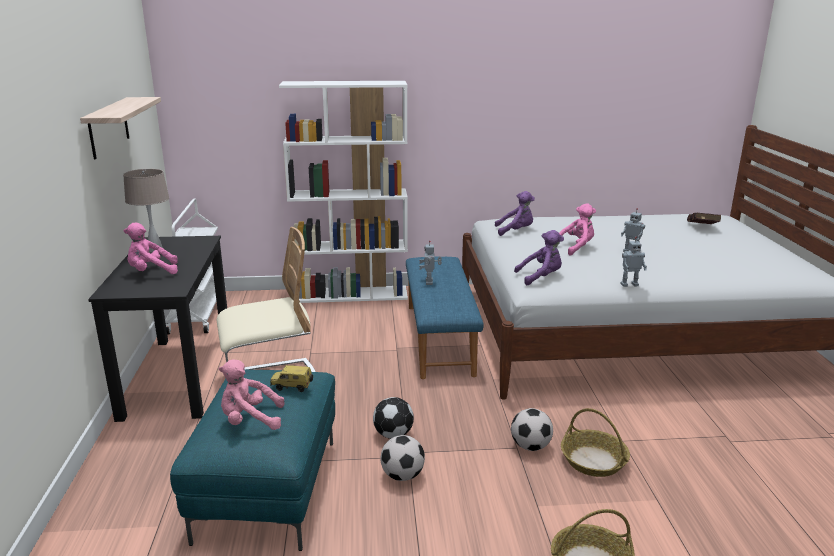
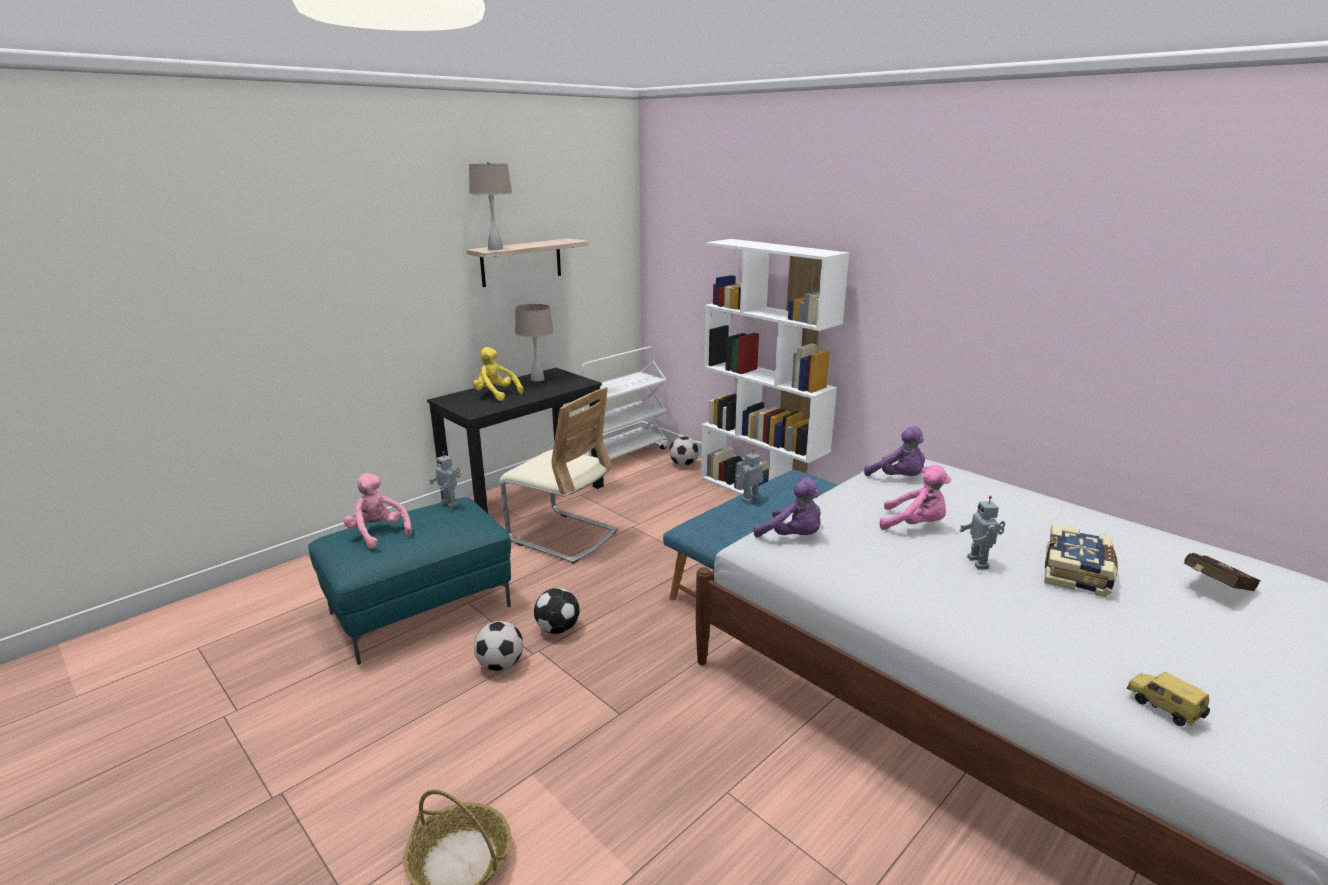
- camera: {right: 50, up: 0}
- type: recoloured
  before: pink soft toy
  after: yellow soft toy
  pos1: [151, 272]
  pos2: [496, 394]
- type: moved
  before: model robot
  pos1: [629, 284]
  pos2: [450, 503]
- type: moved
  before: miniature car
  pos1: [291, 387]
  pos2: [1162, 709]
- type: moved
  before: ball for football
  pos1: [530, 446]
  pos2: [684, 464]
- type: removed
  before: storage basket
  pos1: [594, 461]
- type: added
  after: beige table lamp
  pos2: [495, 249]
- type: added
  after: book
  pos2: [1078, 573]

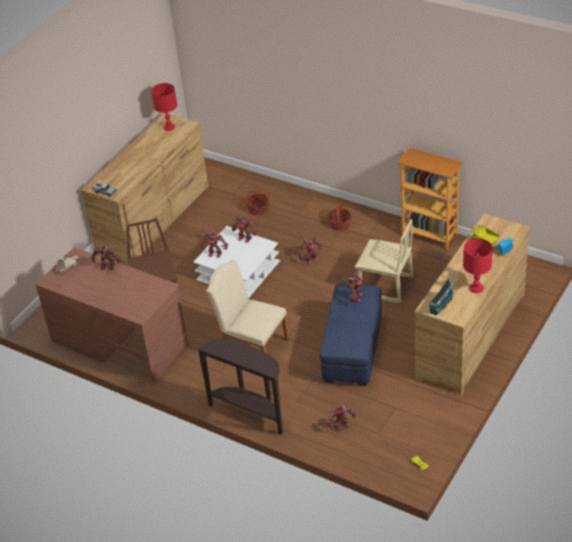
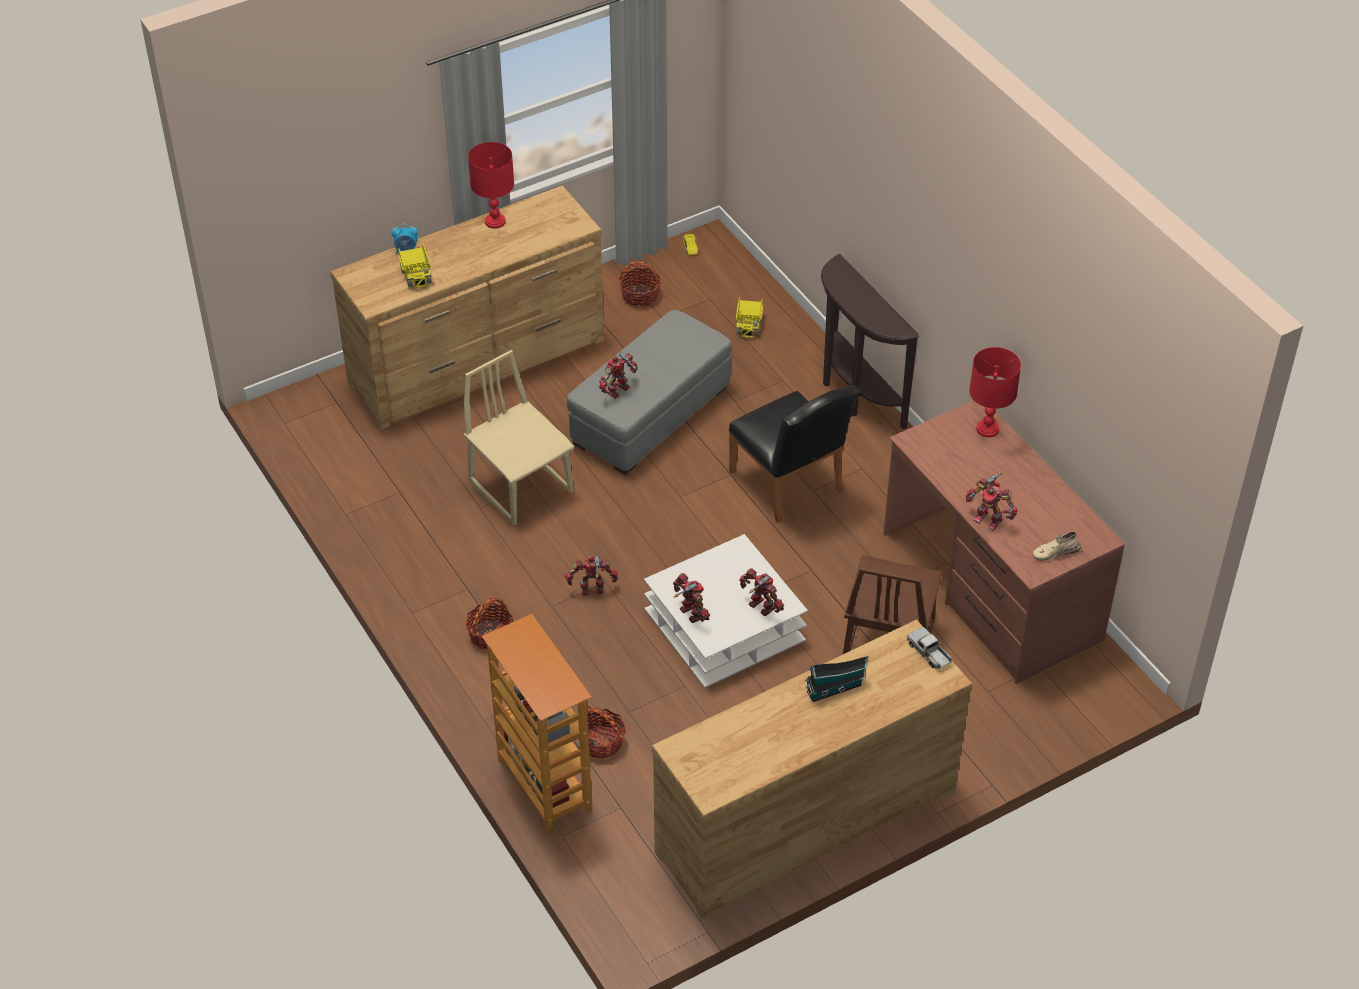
- camera: {right: -155, up: 5}
- type: moved
  before: reddish table lamp
  pos1: [169, 127]
  pos2: [988, 429]
- type: moved
  before: shelving unit
  pos1: [430, 235]
  pos2: [543, 786]
- type: recoloured
  before: beige upright chair
  after: blackish upright chair
  pos1: [251, 345]
  pos2: [790, 486]
- type: moved
  before: model house
  pos1: [440, 306]
  pos2: [836, 688]
- type: recoloured
  before: blue-coloured pouffe
  after: gray pouffe
  pos1: [352, 348]
  pos2: [651, 416]
- type: replaced
  before: model robot
  after: toy truck
  pos1: [341, 427]
  pos2: [749, 325]
- type: added
  after: storage basket
  pos2: [640, 295]

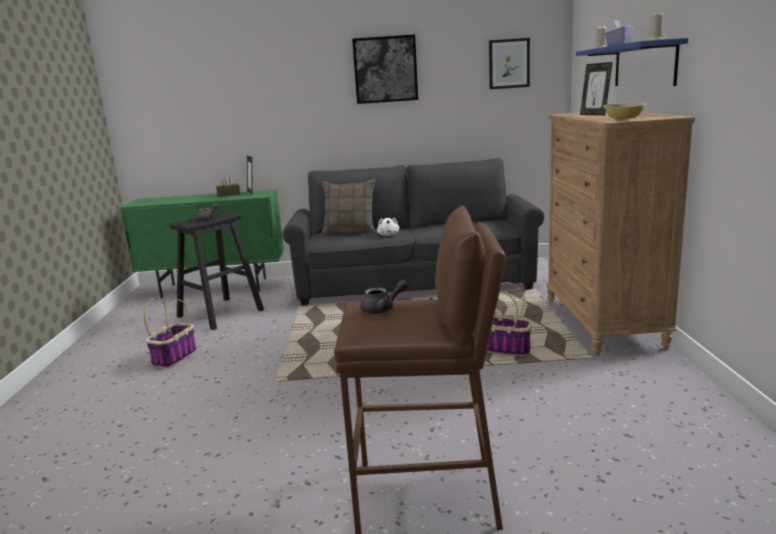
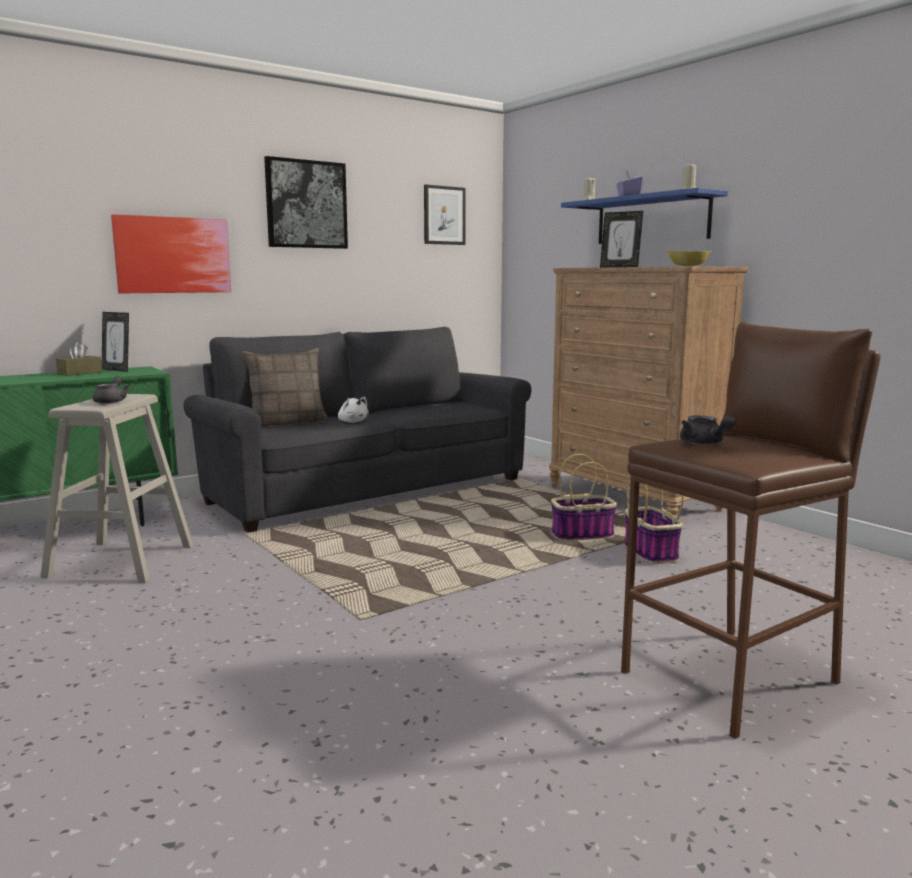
- camera: {right: -35, up: -5}
- type: recoloured
  before: blackish stool seat
  after: beige stool seat
  pos1: [220, 313]
  pos2: [121, 561]
- type: turned
  before: gray tea pot
  pos1: [383, 309]
  pos2: [704, 443]
  turn: 120
- type: moved
  before: storage basket
  pos1: [175, 357]
  pos2: [649, 552]
- type: added
  after: wall picture
  pos2: [173, 255]

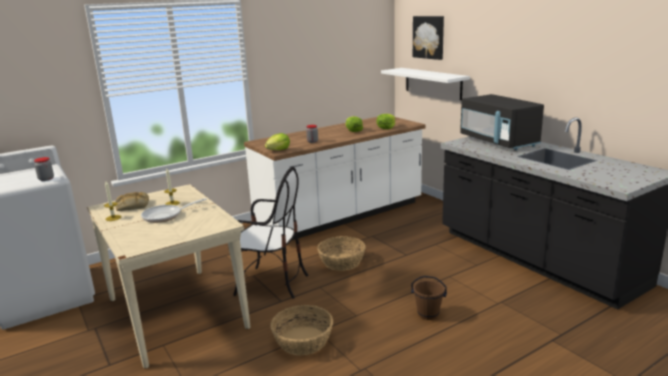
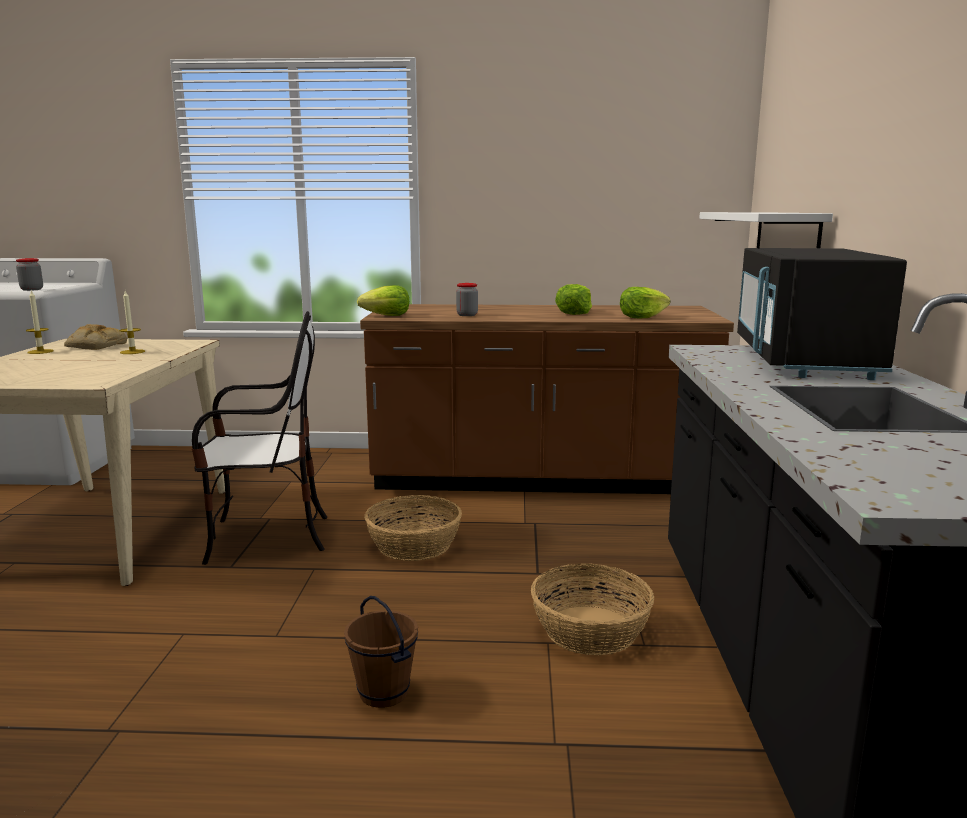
- camera: {right: 35, up: -5}
- type: removed
  before: wall picture
  pos1: [429, 37]
- type: recoloured
  before: white counter
  after: brownish counter
  pos1: [341, 216]
  pos2: [539, 479]
- type: turned
  before: upright chair
  pos1: [271, 284]
  pos2: [266, 538]
  turn: -60
- type: removed
  before: pan
  pos1: [166, 216]
- type: moved
  before: storage basket
  pos1: [303, 341]
  pos2: [590, 631]

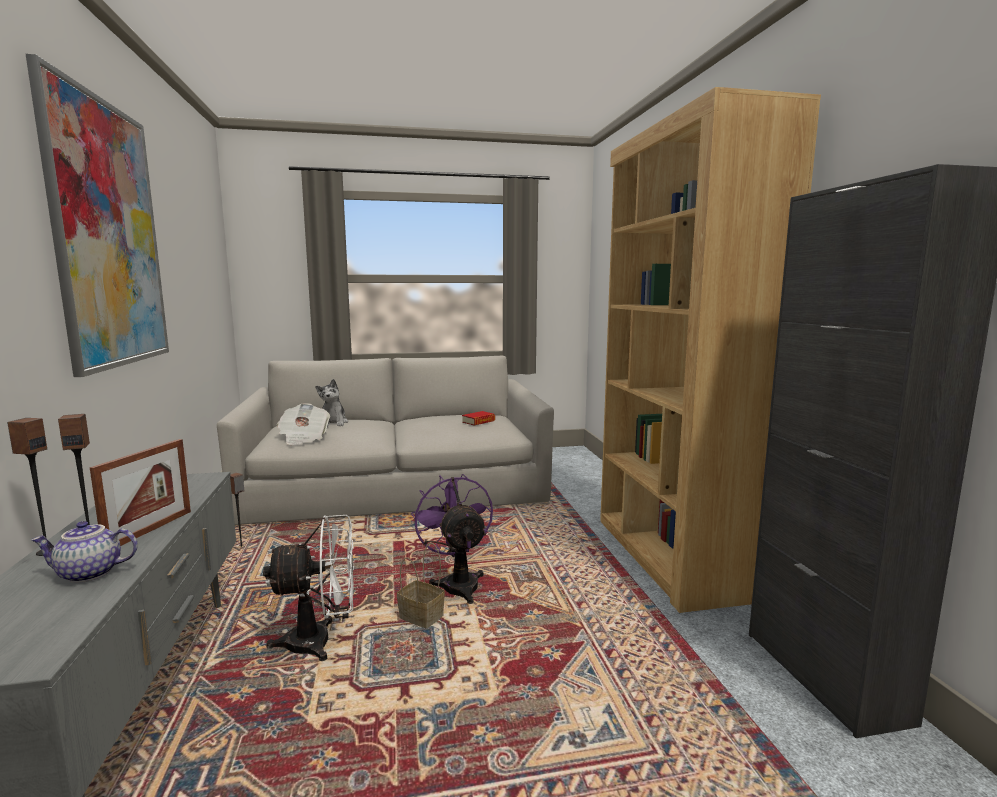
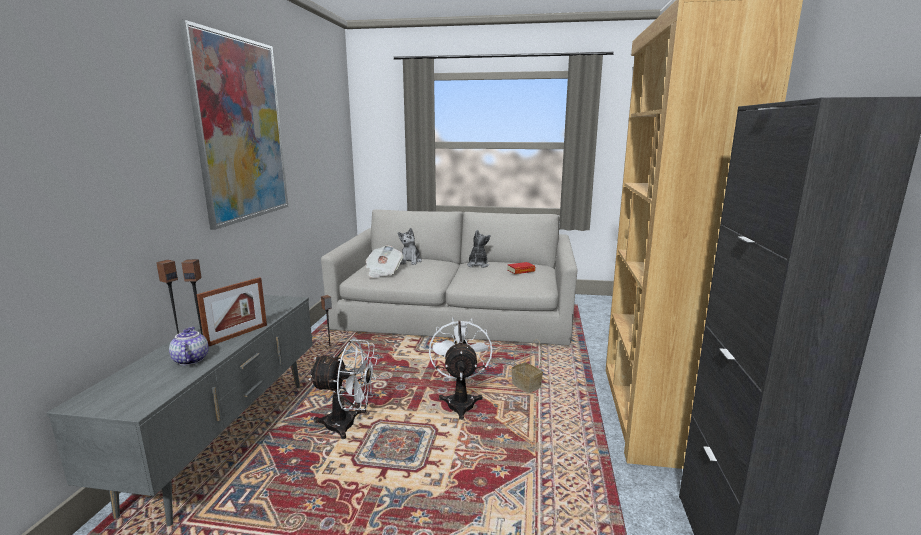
- camera: {right: 20, up: 5}
- type: recoloured
  before: purple-coloured cooling fan
  after: white cooling fan
  pos1: [458, 583]
  pos2: [460, 401]
- type: turned
  before: tea pot
  pos1: [88, 574]
  pos2: [190, 360]
  turn: 60
- type: moved
  before: storage basket
  pos1: [423, 617]
  pos2: [527, 386]
- type: added
  after: soft toy
  pos2: [478, 265]

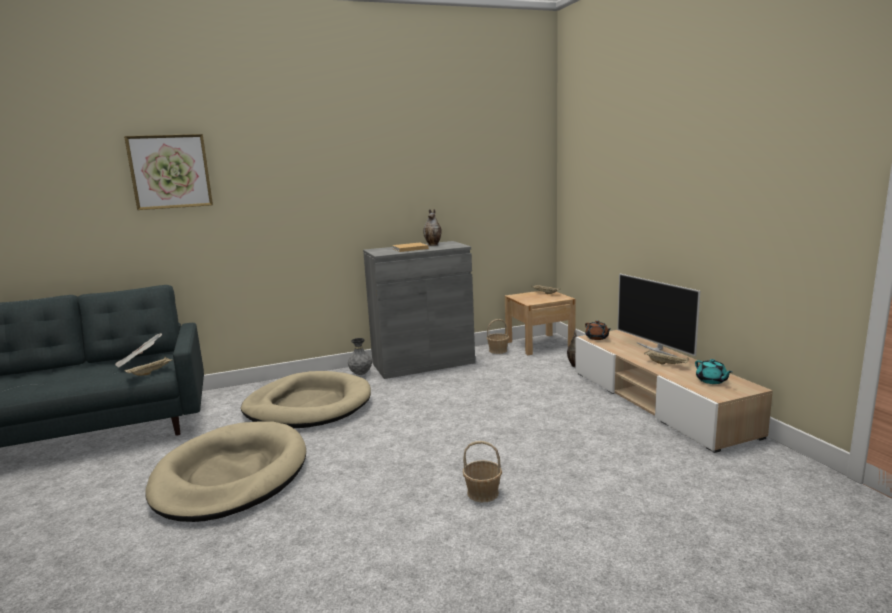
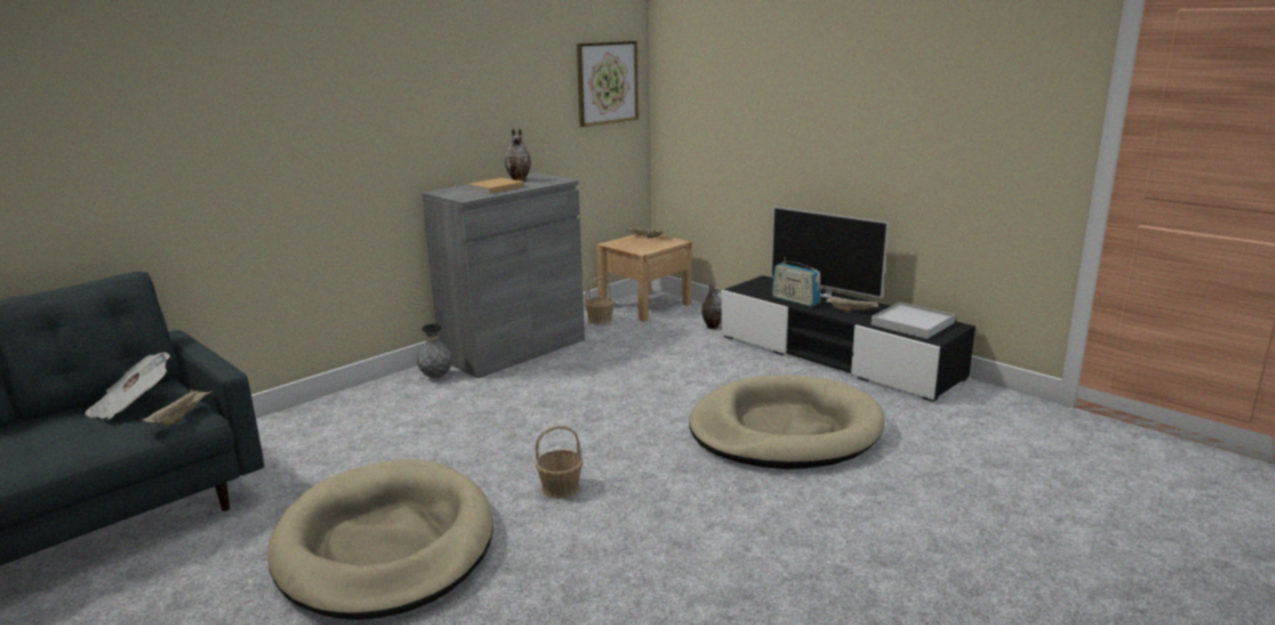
- camera: {right: -25, up: 5}
- type: moved
  before: wall picture
  pos1: [170, 171]
  pos2: [607, 83]
- type: removed
  before: brownish tea pot
  pos1: [597, 338]
- type: recoloured
  before: beige tv unit
  after: blackish tv unit
  pos1: [657, 401]
  pos2: [836, 357]
- type: replaced
  before: turquoise tea pot
  after: white serving tray
  pos1: [711, 381]
  pos2: [912, 324]
- type: moved
  before: beige pet bed
  pos1: [308, 406]
  pos2: [784, 430]
- type: moved
  before: storage basket
  pos1: [483, 493]
  pos2: [561, 488]
- type: added
  after: radio
  pos2: [795, 301]

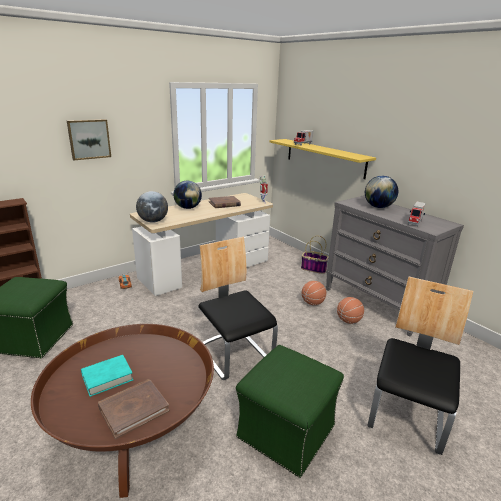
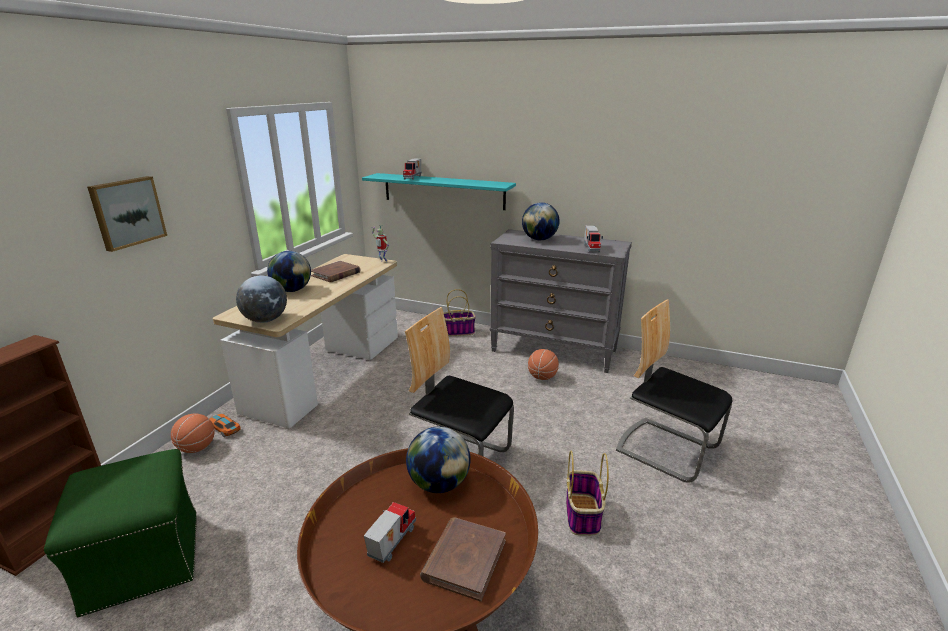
- camera: {right: -30, up: 0}
- type: recoloured
  before: yellow shelf
  after: turquoise shelf
  pos1: [324, 157]
  pos2: [443, 191]
- type: turned
  before: upright chair
  pos1: [407, 416]
  pos2: [667, 449]
  turn: -45
- type: moved
  before: ball for basketball
  pos1: [312, 303]
  pos2: [197, 448]
- type: replaced
  before: green-coloured pouffe
  after: storage basket
  pos1: [286, 432]
  pos2: [583, 515]
- type: replaced
  before: turquoise book
  after: toy truck
  pos1: [107, 378]
  pos2: [391, 542]
- type: added
  after: world globe
  pos2: [439, 484]

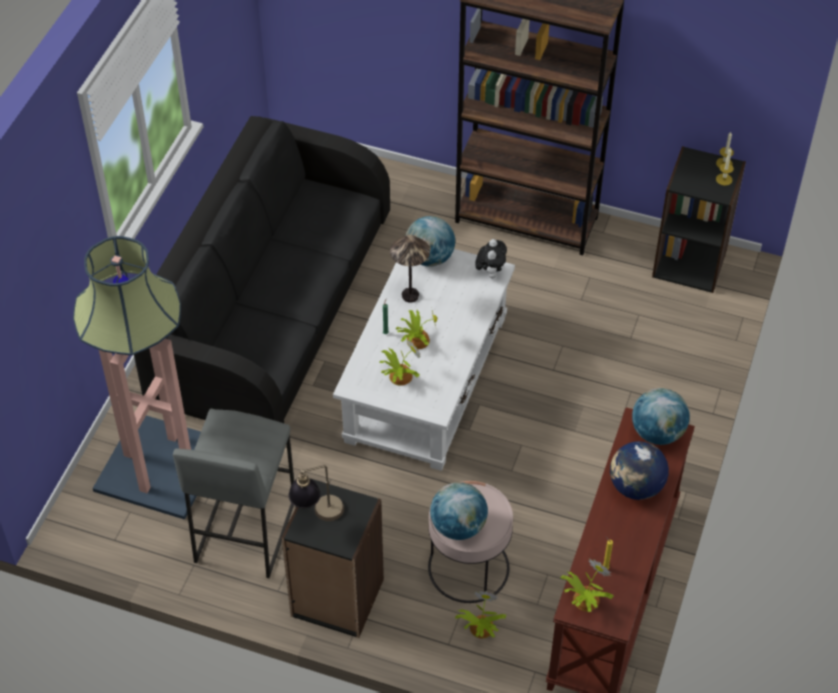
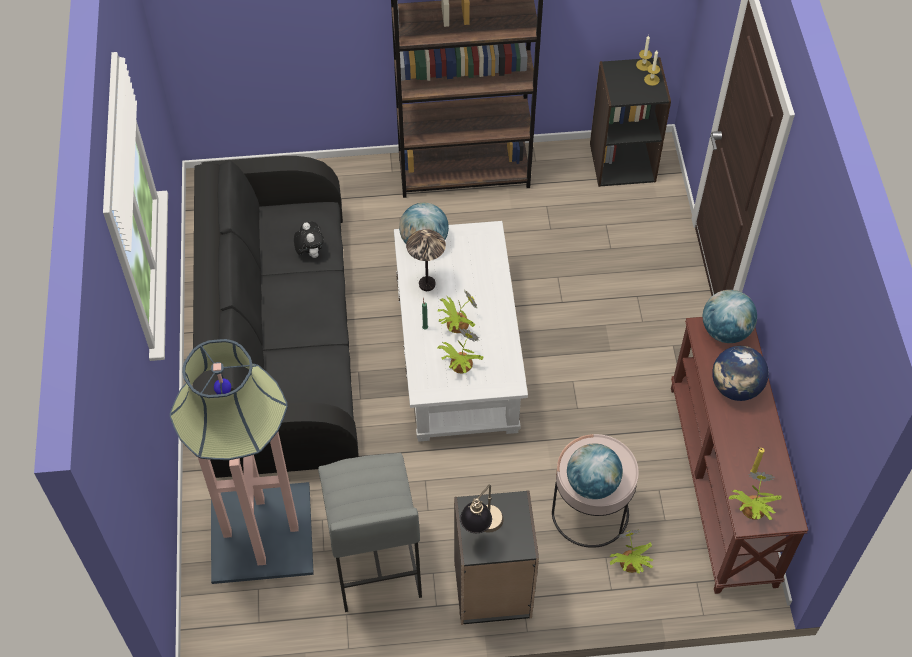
- camera: {right: -25, up: 5}
- type: moved
  before: soft toy
  pos1: [490, 272]
  pos2: [310, 252]

